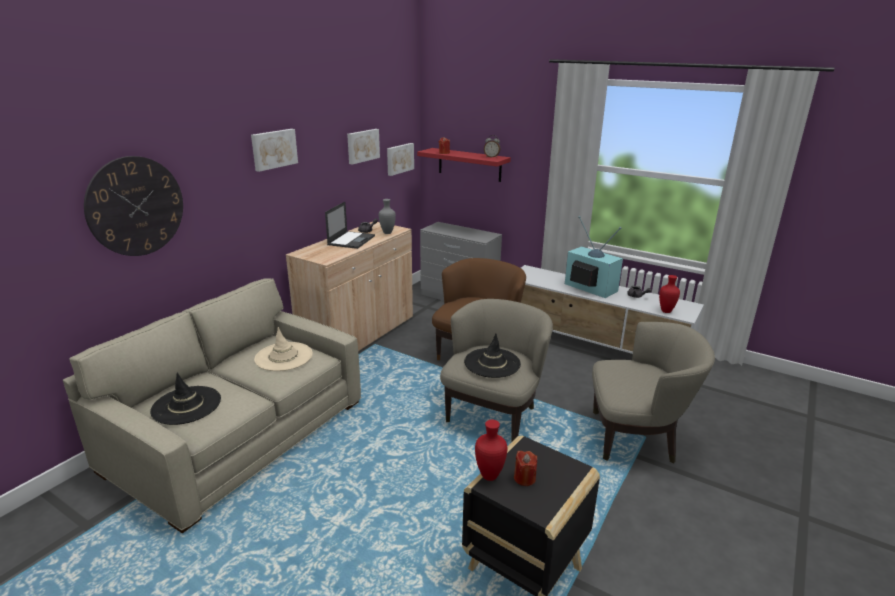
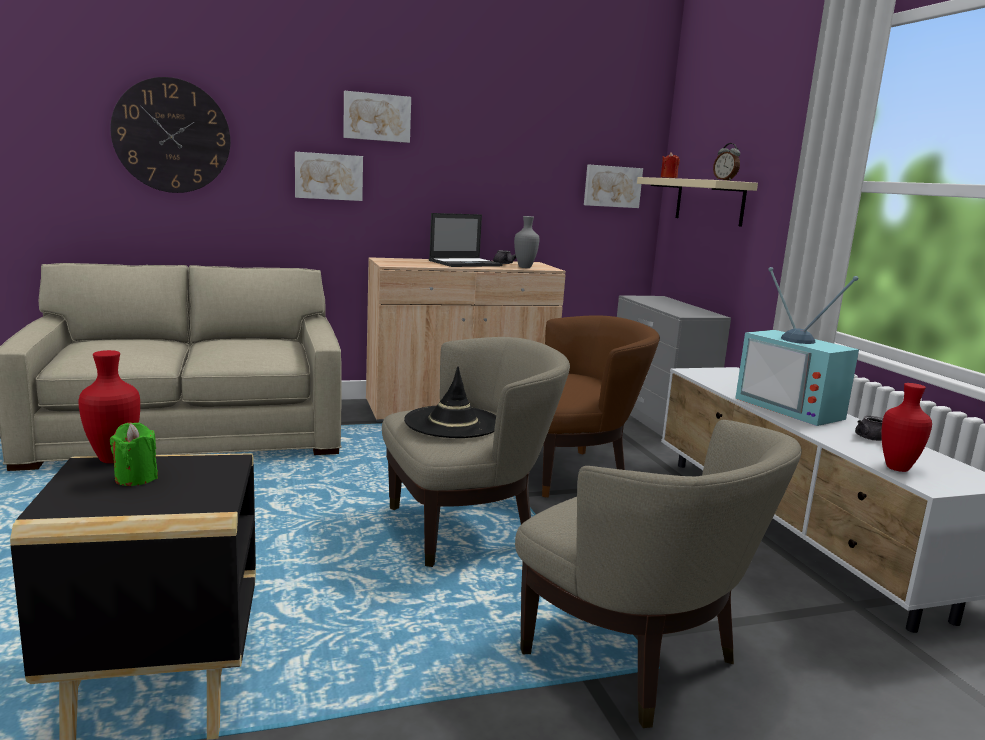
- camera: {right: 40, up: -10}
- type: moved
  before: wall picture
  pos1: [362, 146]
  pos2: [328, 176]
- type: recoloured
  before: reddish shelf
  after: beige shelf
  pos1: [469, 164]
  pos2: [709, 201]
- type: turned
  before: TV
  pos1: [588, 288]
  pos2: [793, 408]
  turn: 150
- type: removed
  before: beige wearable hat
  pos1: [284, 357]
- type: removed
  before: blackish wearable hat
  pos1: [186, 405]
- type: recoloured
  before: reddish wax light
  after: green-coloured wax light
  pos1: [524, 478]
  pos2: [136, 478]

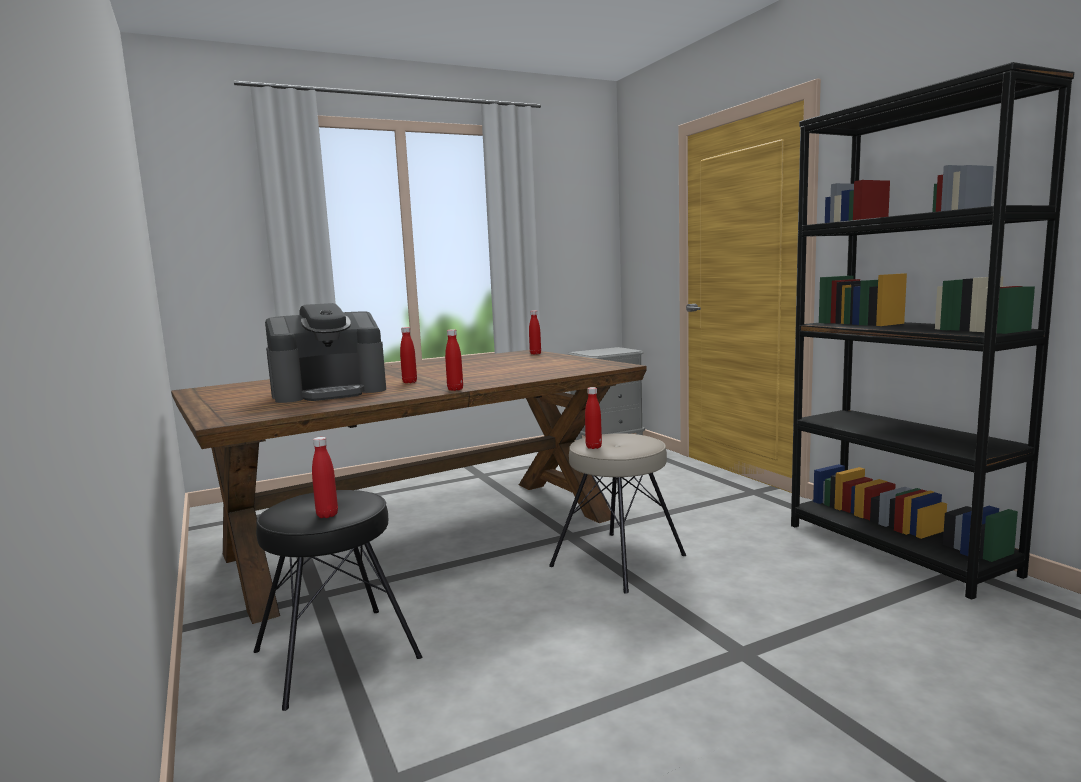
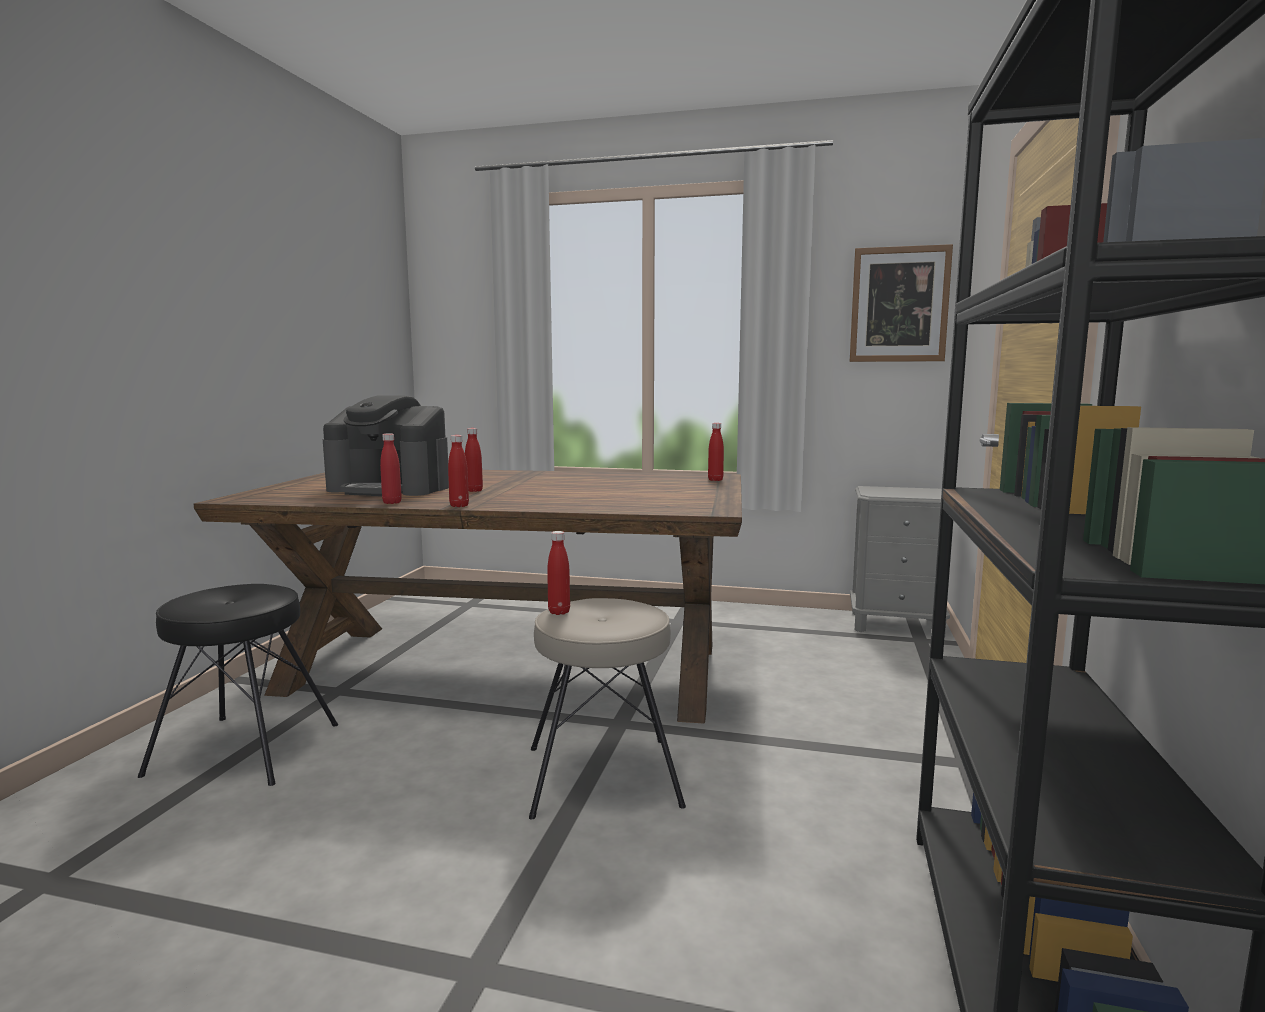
- camera: {right: 40, up: 0}
- type: moved
  before: reddish beverage bottle
  pos1: [327, 515]
  pos2: [392, 502]
- type: added
  after: wall picture
  pos2: [899, 304]

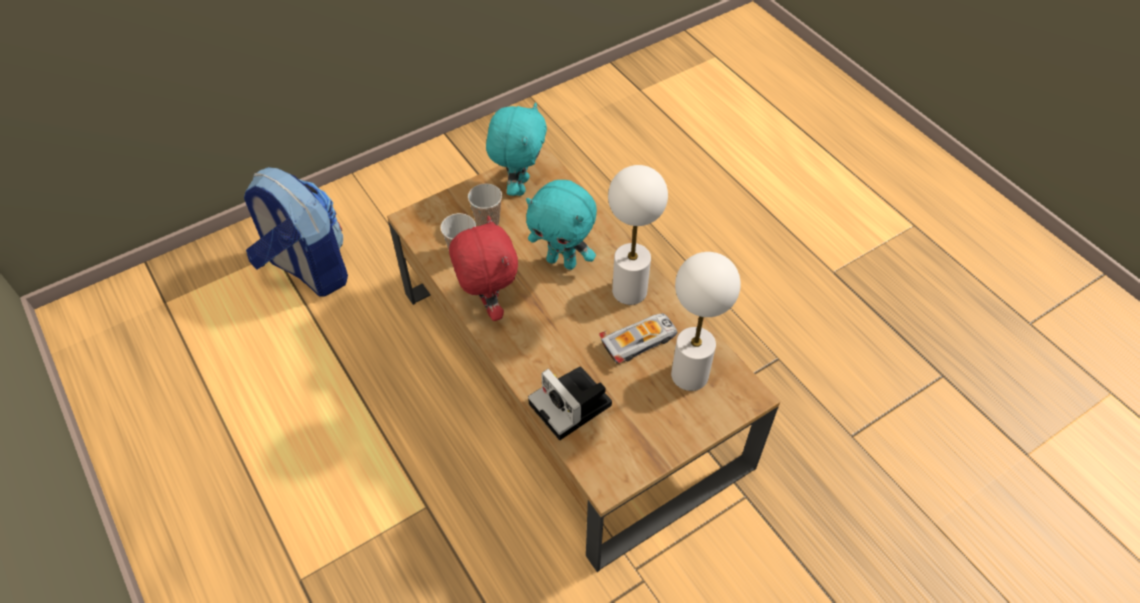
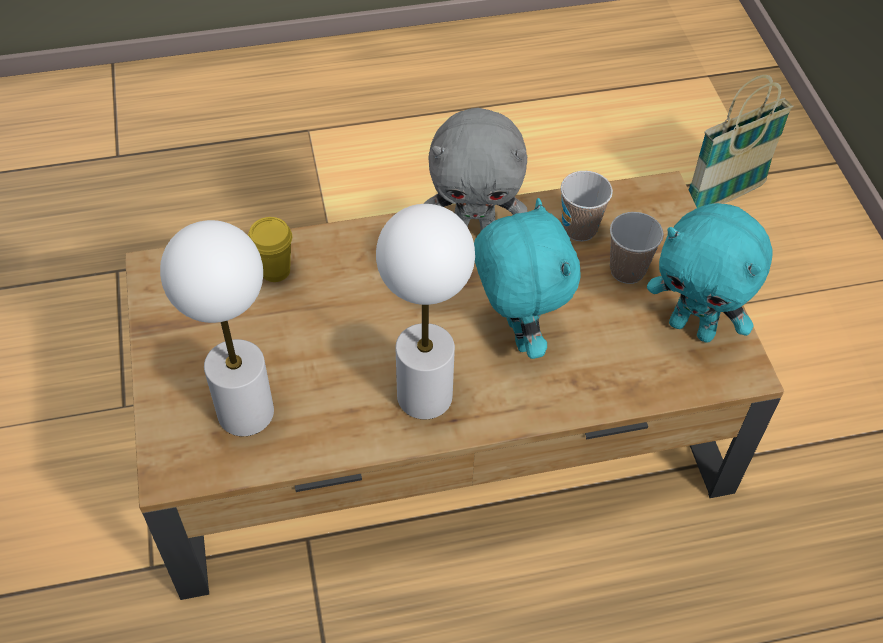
- camera: {right: 110, up: 0}
- type: replaced
  before: backpack
  after: storage basket
  pos1: [307, 269]
  pos2: [723, 198]
- type: turned
  before: turquoise soft toy
  pos1: [562, 261]
  pos2: [516, 334]
  turn: 120
- type: recoloured
  before: reddish soft toy
  after: gray soft toy
  pos1: [488, 305]
  pos2: [474, 232]
- type: removed
  before: miniature car
  pos1: [639, 341]
- type: replaced
  before: still camera
  after: yellow small cup
  pos1: [573, 406]
  pos2: [275, 271]

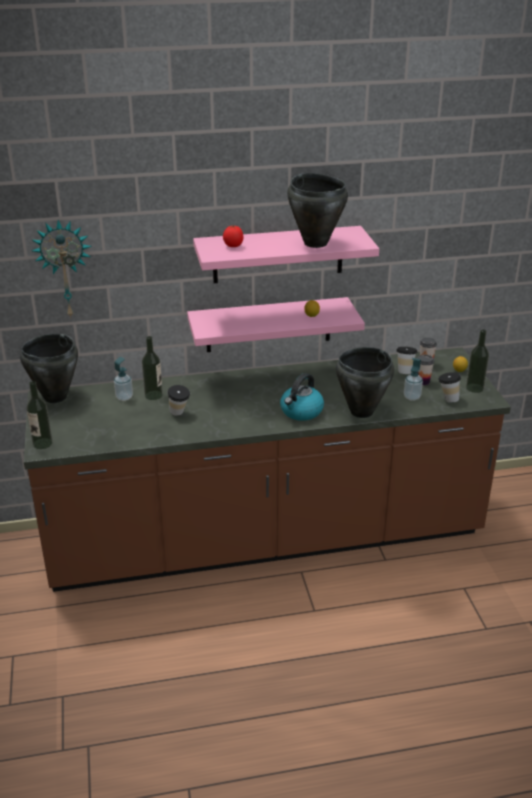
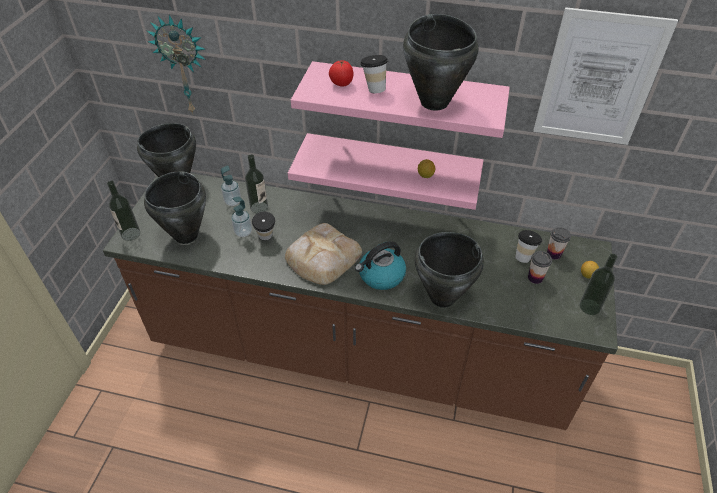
- camera: {right: 25, up: 15}
- type: moved
  before: soap bottle
  pos1: [412, 397]
  pos2: [243, 232]
- type: moved
  before: small cup
  pos1: [447, 399]
  pos2: [373, 89]
- type: added
  after: wall picture
  pos2: [598, 80]
- type: added
  after: blackish saucepot
  pos2: [185, 236]
- type: added
  after: bread
  pos2: [322, 257]

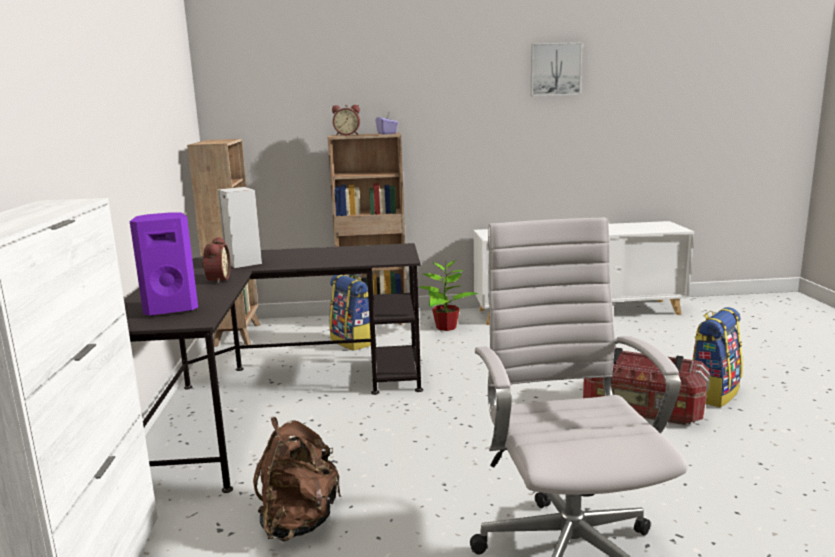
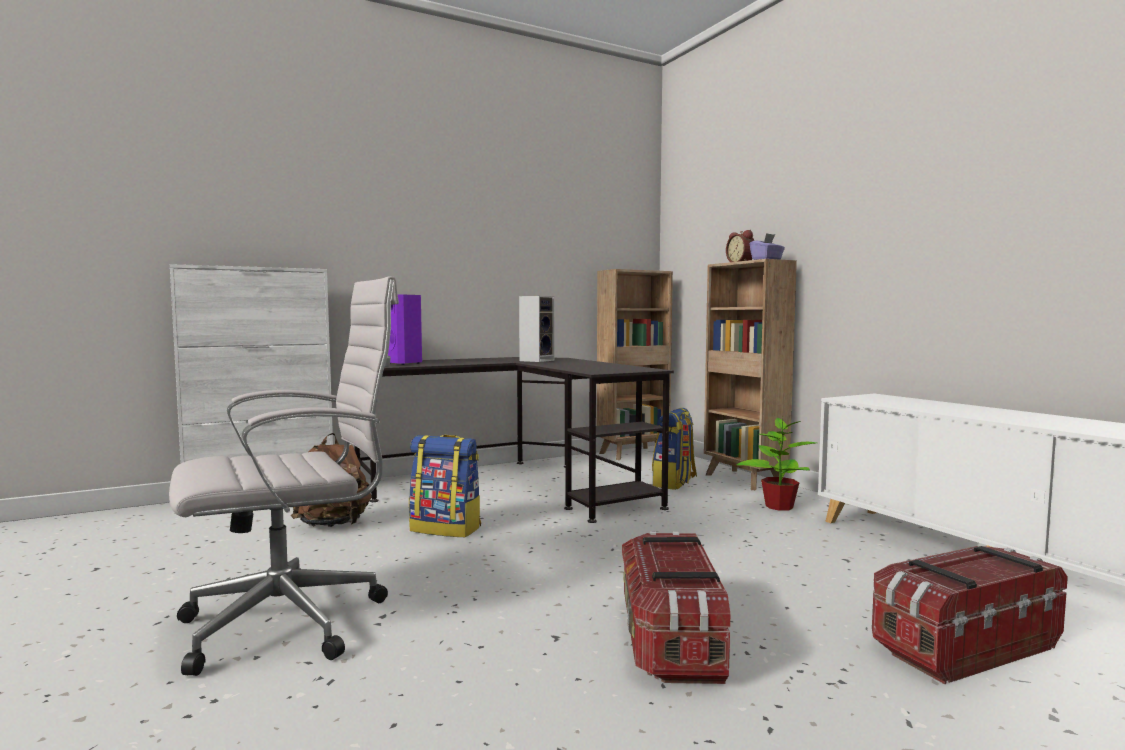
- camera: {right: 65, up: -10}
- type: removed
  before: wall picture
  pos1: [555, 69]
- type: removed
  before: bedside clock
  pos1: [216, 280]
- type: moved
  before: backpack
  pos1: [712, 393]
  pos2: [446, 529]
- type: added
  after: storage container
  pos2: [963, 646]

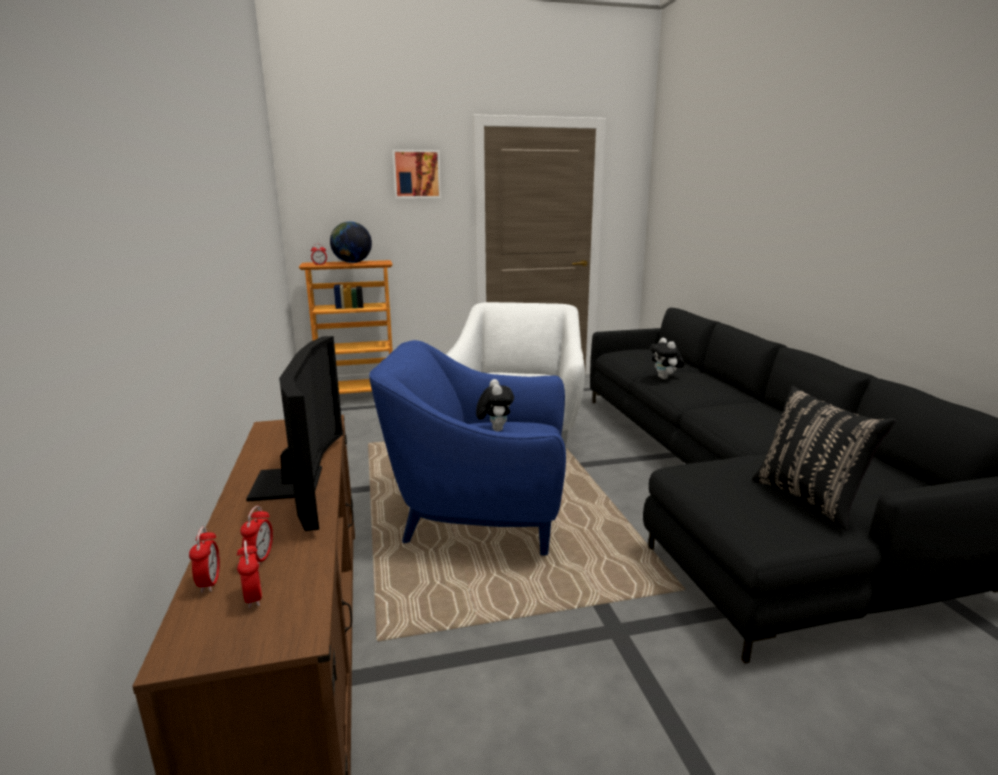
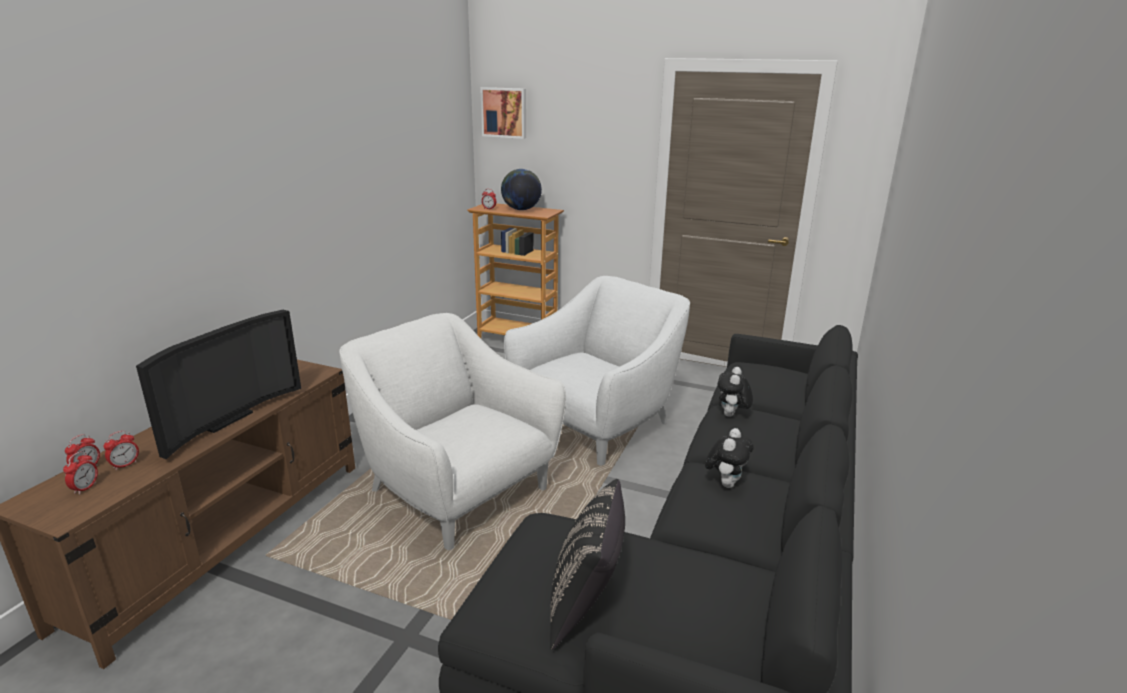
- camera: {right: 35, up: 5}
- type: moved
  before: wall picture
  pos1: [416, 174]
  pos2: [504, 112]
- type: recoloured
  before: blue-coloured easy chair
  after: white easy chair
  pos1: [480, 513]
  pos2: [455, 490]
- type: moved
  before: soft toy
  pos1: [494, 429]
  pos2: [725, 483]

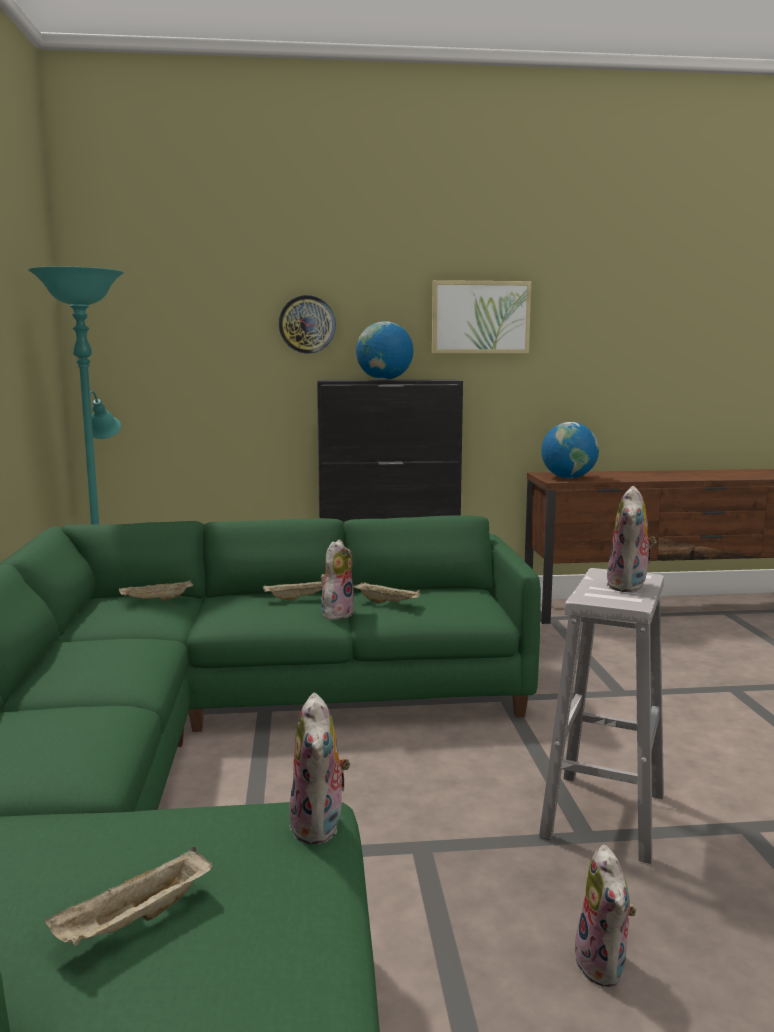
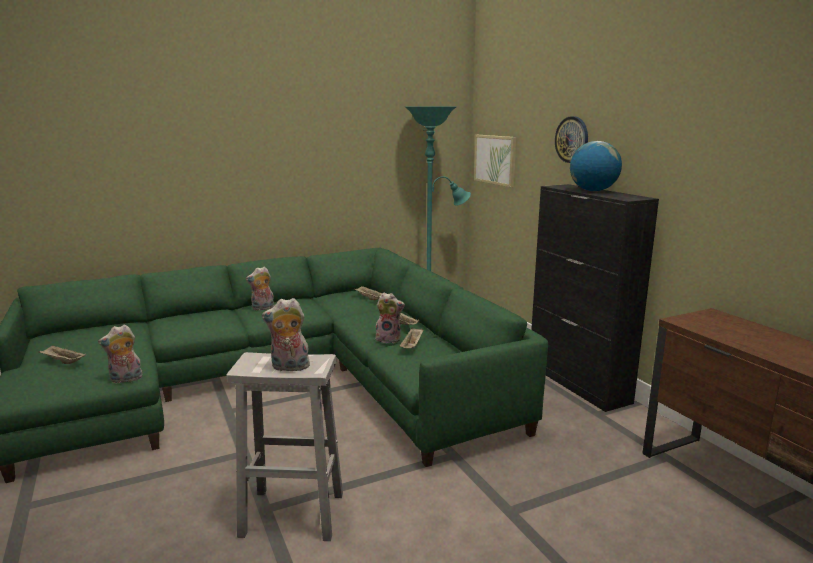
- camera: {right: 70, up: 5}
- type: moved
  before: wall picture
  pos1: [480, 317]
  pos2: [495, 159]
- type: removed
  before: world globe
  pos1: [568, 478]
- type: moved
  before: soft toy
  pos1: [605, 966]
  pos2: [262, 308]

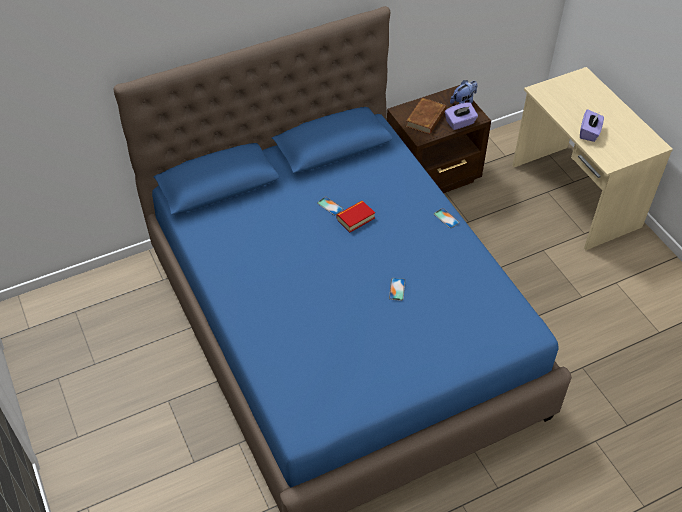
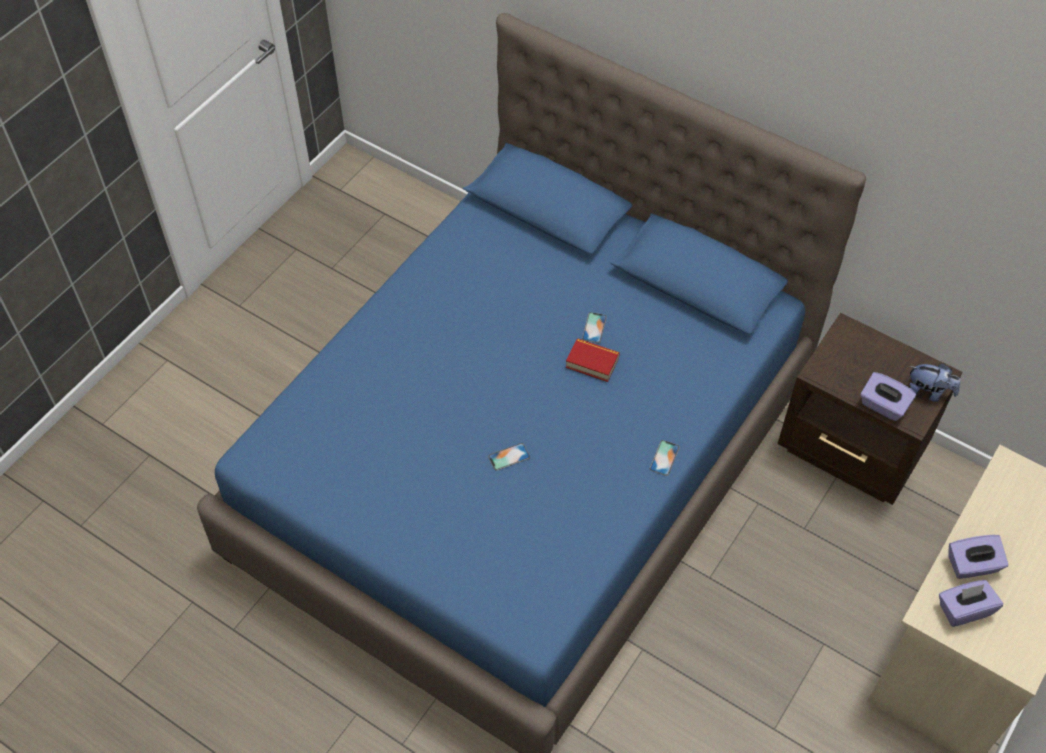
- camera: {right: 60, up: 5}
- type: removed
  before: brownish book
  pos1: [426, 118]
- type: added
  after: purple-coloured tissue holder
  pos2: [964, 609]

